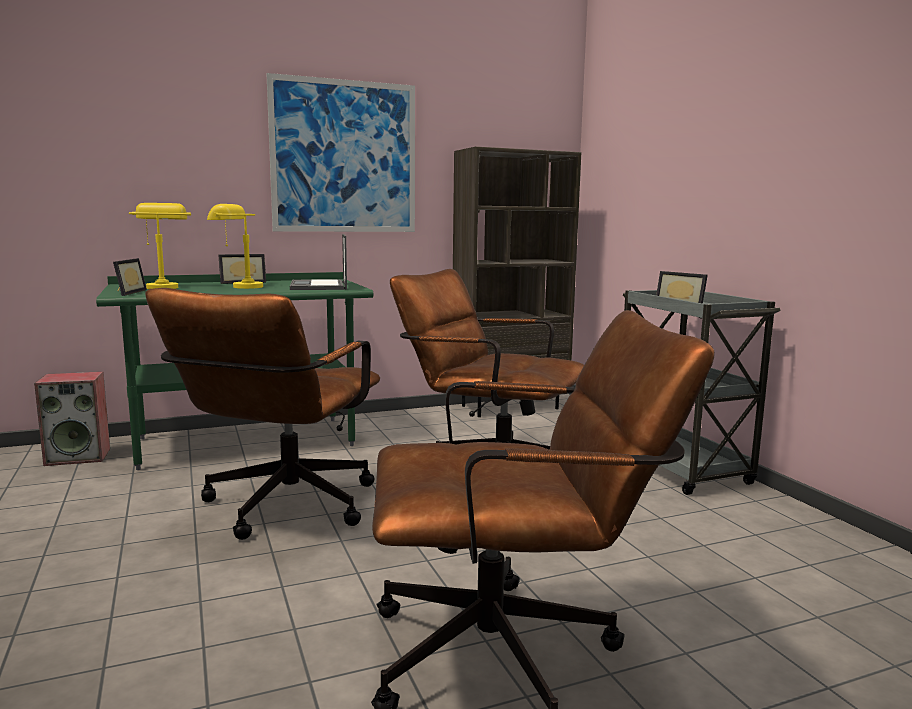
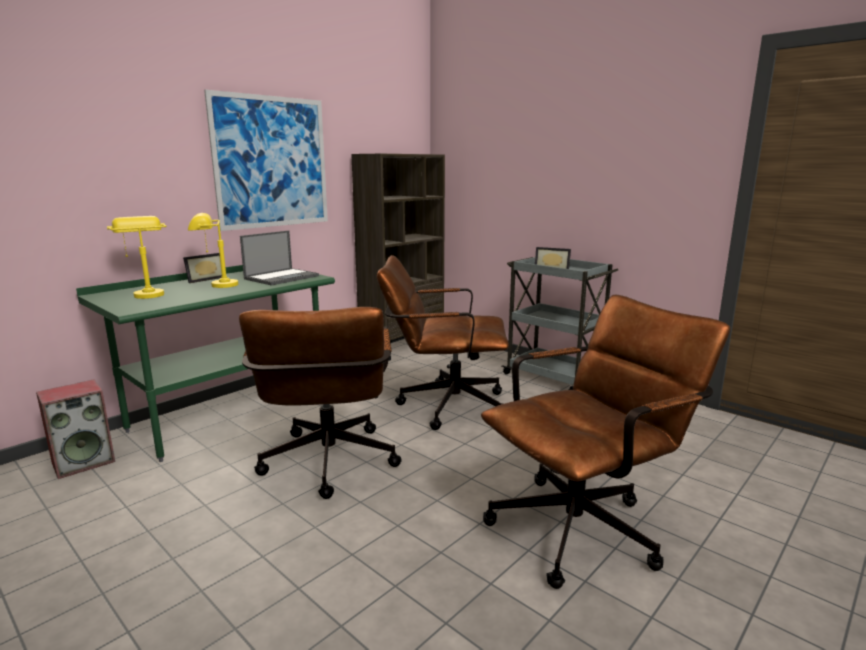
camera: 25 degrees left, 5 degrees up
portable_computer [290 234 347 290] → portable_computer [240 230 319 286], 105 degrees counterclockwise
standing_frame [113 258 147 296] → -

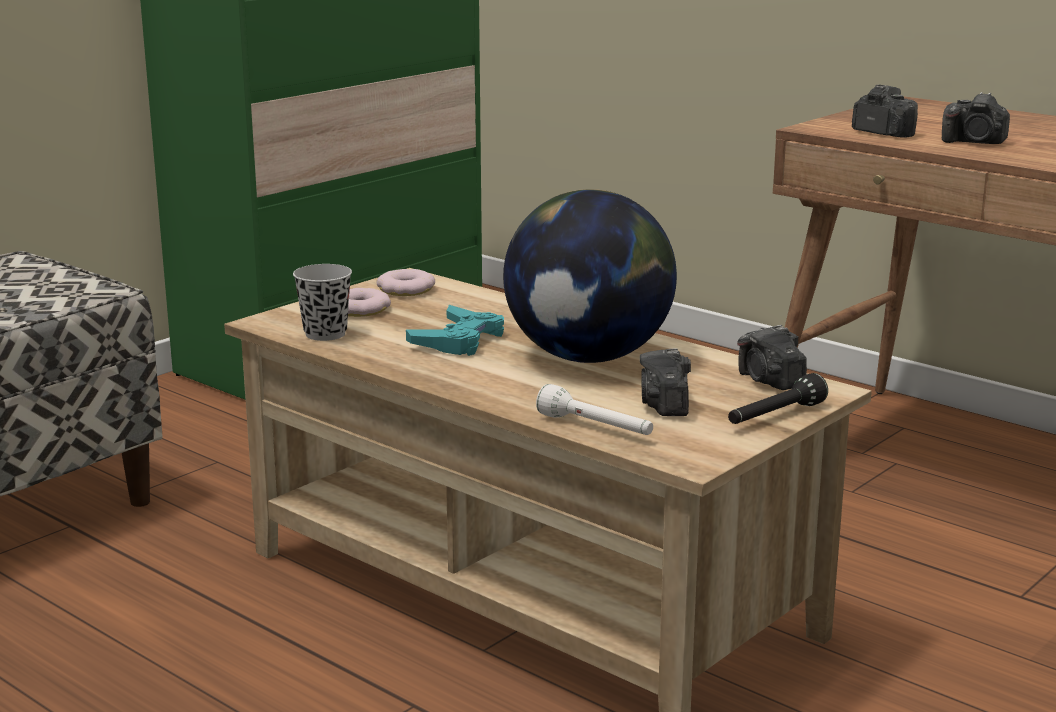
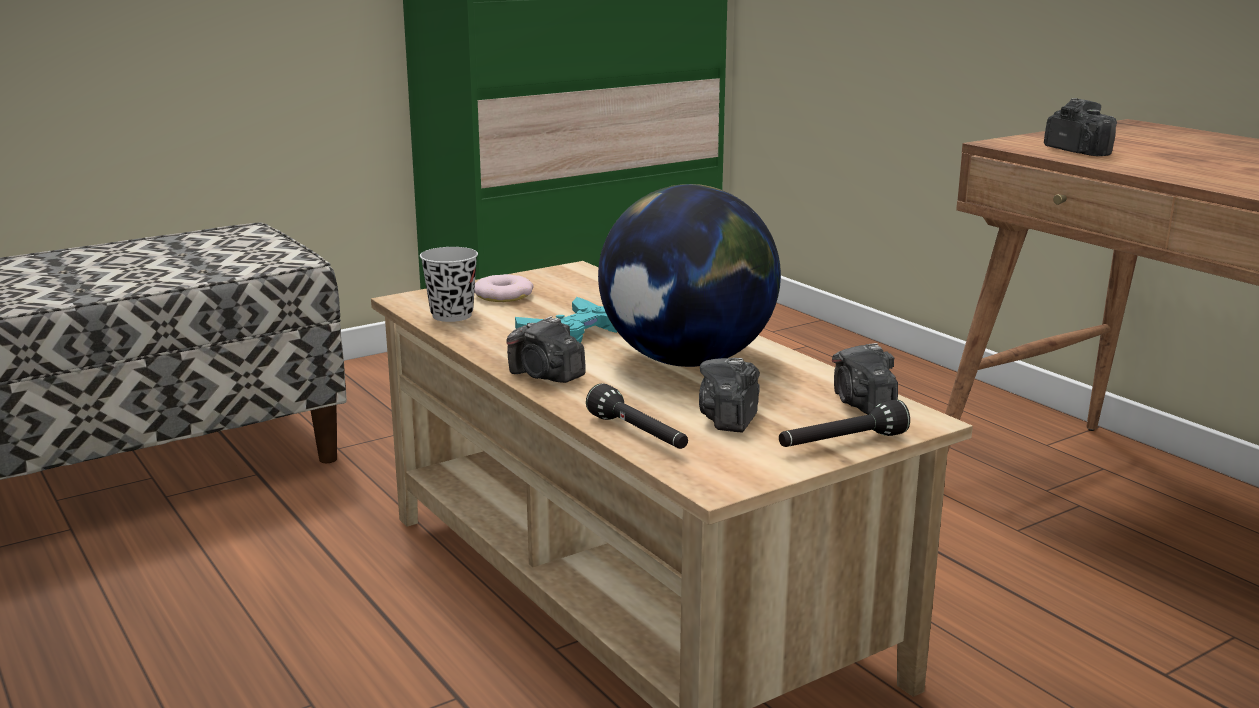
camera: 15 degrees right, 0 degrees up
photo_camera [942 92 1010 144] → photo_camera [506 316 586 383], relocated
white_torch [536 384 653 435] → blackish_torch [586 383 688 449]
ring_doughnut [376 269 435 296] → -

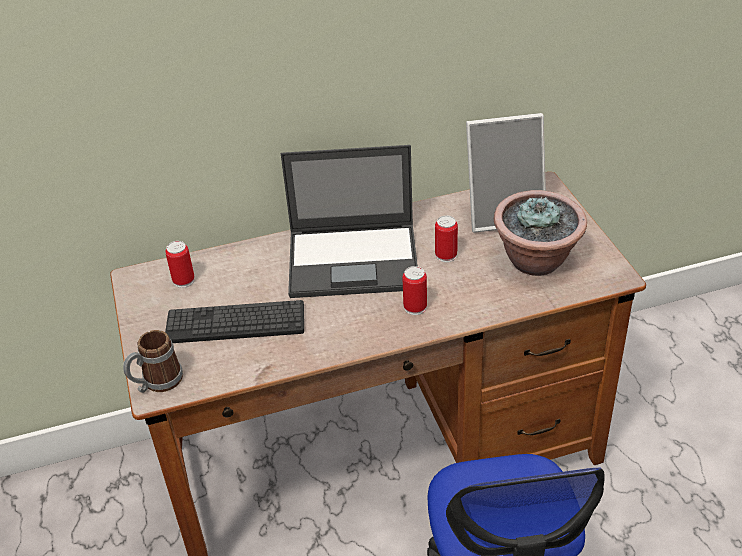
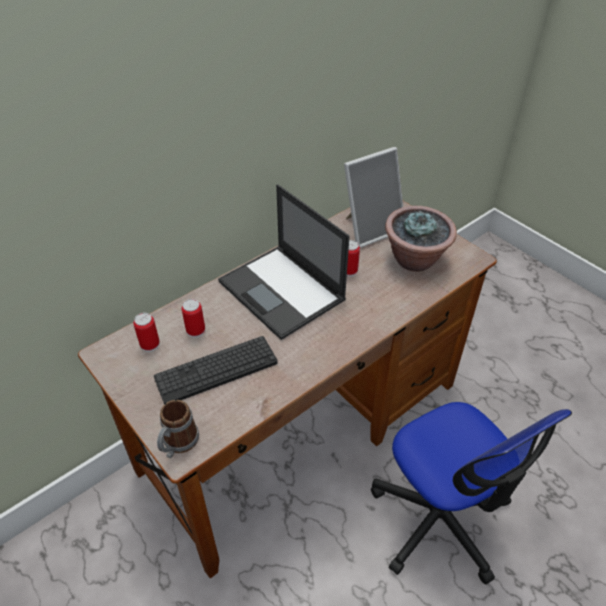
camera: 25 degrees left, 5 degrees up
can [402 266 427 315] → can [182 299 205 338], relocated
portable_computer [281 145 418 298] → portable_computer [218 184 350 340], 75 degrees clockwise

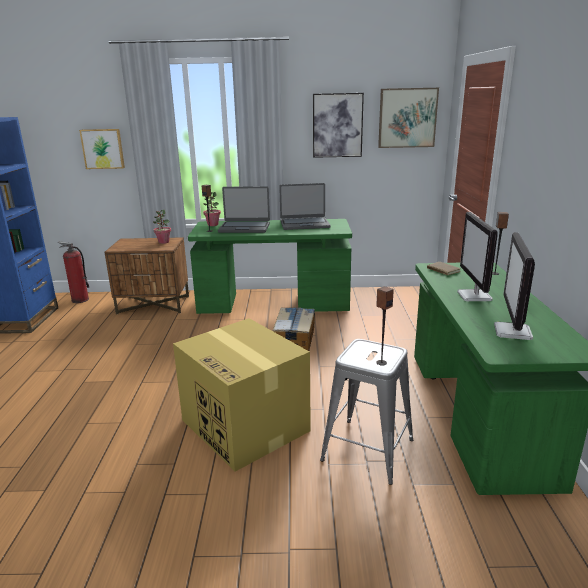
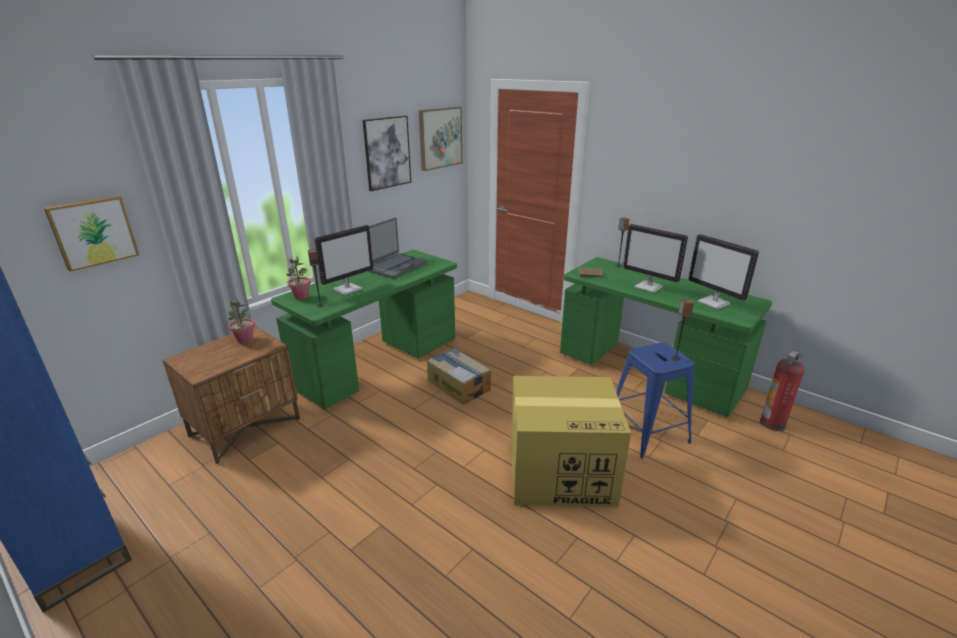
camera: 50 degrees left, 5 degrees up
portable_computer [218 186 270 233] → monitor [315 225 374 295]
grey_stool_seat [320 339 413 485] → blue-coloured_stool_seat [617 342 695 459]
extinguisher [58 241 89 303] → extinguisher [760 351 804 431], relocated

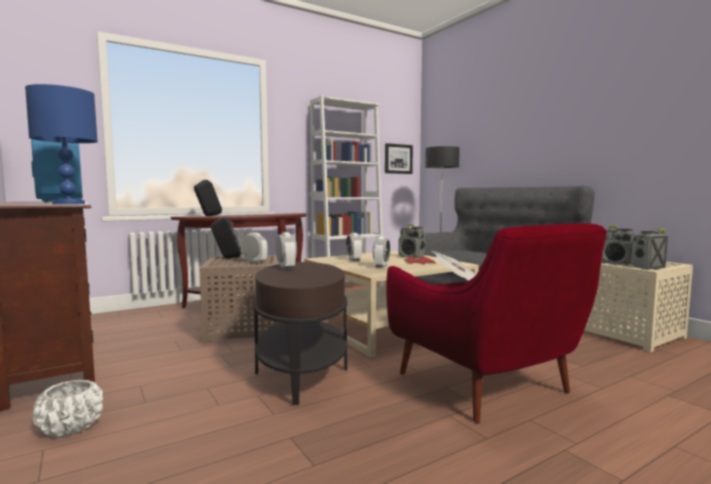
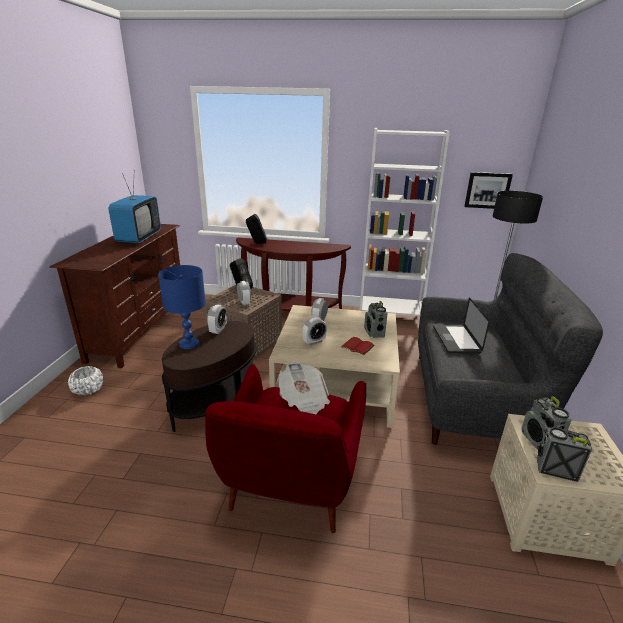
camera: 40 degrees right, 20 degrees up
blue-coloured_table_lamp [25 84 98 204] → blue-coloured_table_lamp [158 265 206 349], relocated
- → portable_computer [433 297 490 354]

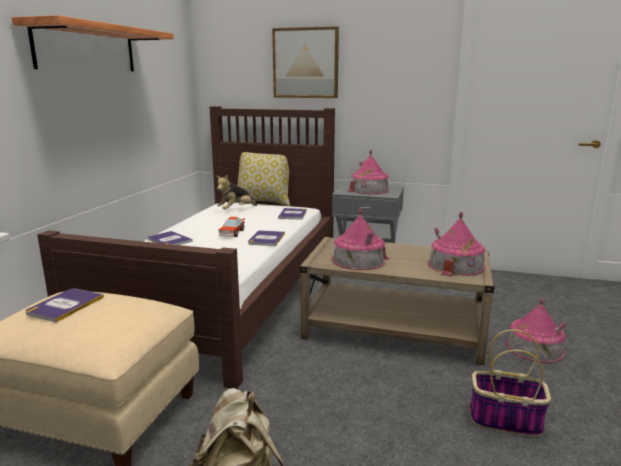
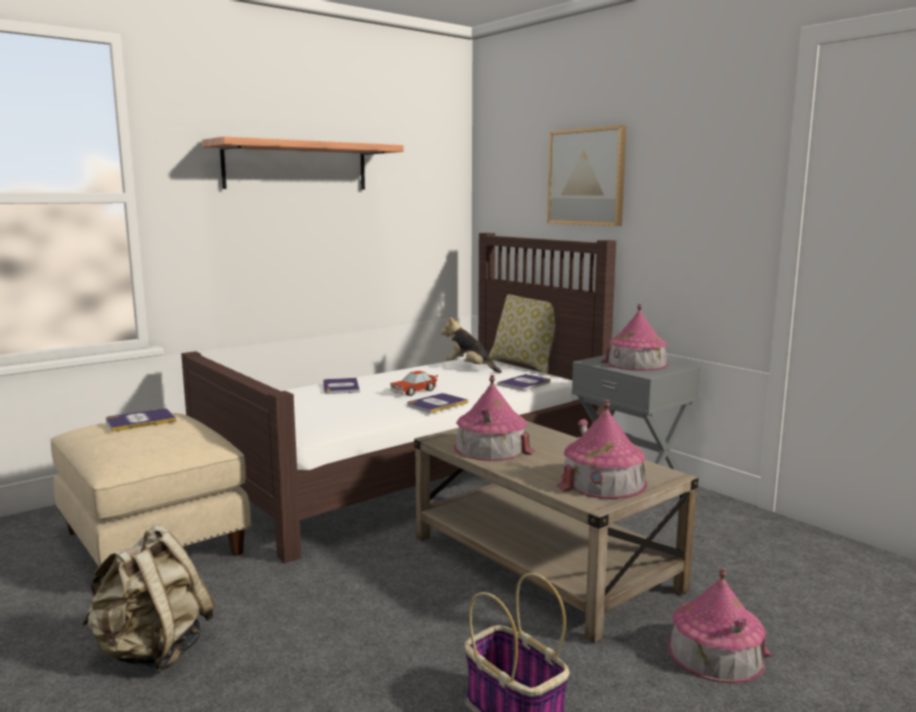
camera: 35 degrees right, 5 degrees down
plush_toy [216 175 257 209] → plush_toy [441 316 502 373], 45 degrees clockwise

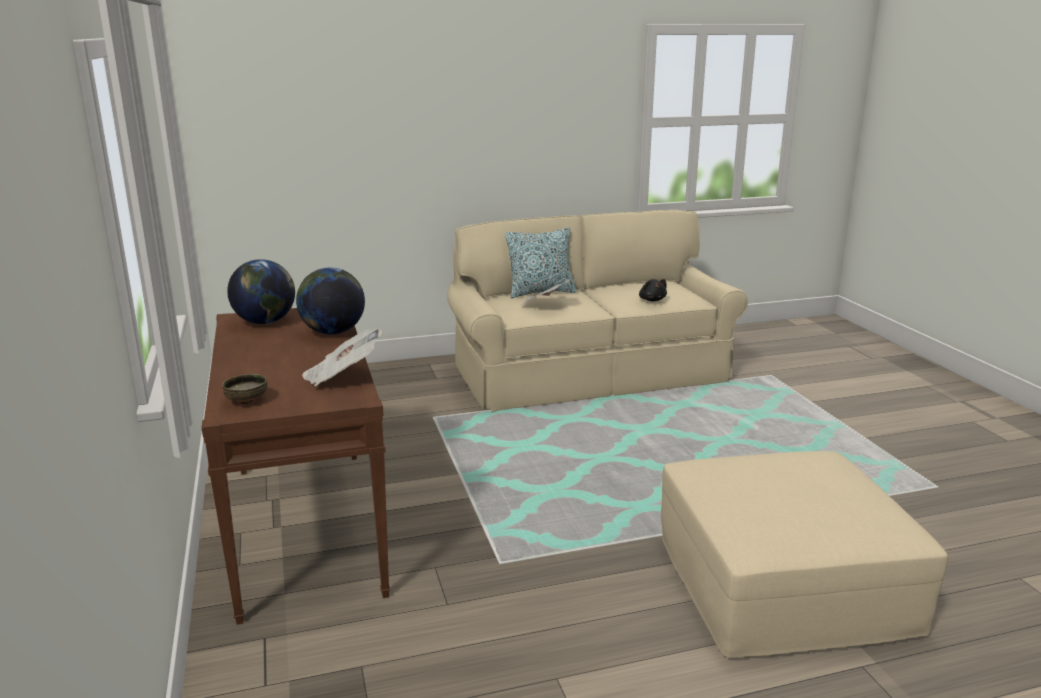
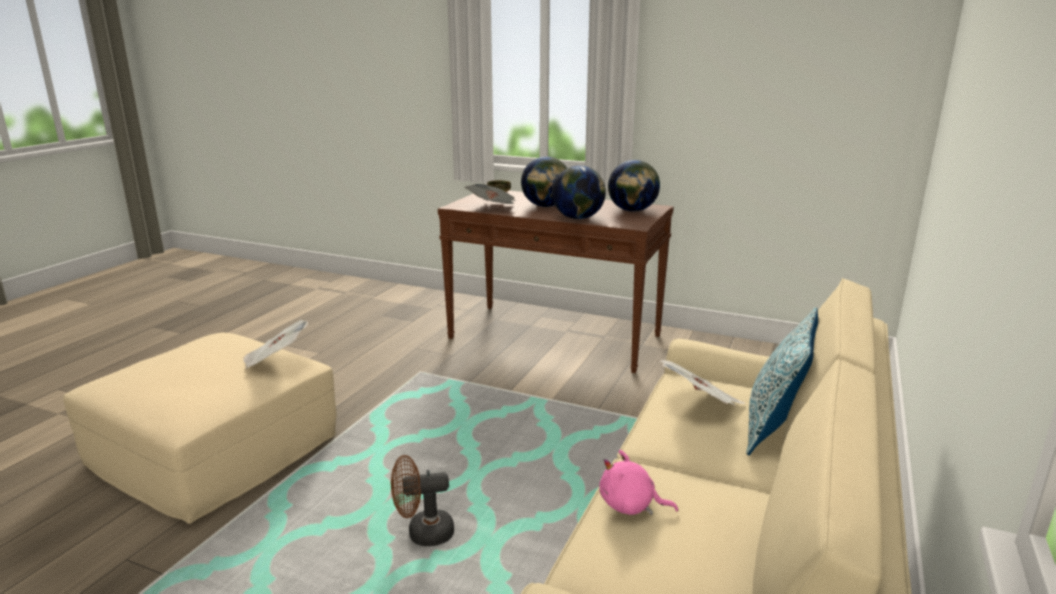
camera: 130 degrees right, 0 degrees up
- → printed_paper [243 320 308 369]
- → brown-coloured_cooling_fan [391 455 454 546]
- → world_globe [521 156 567 207]
blackish_plush_toy [639 279 667 301] → pink_plush_toy [599 450 678 515]

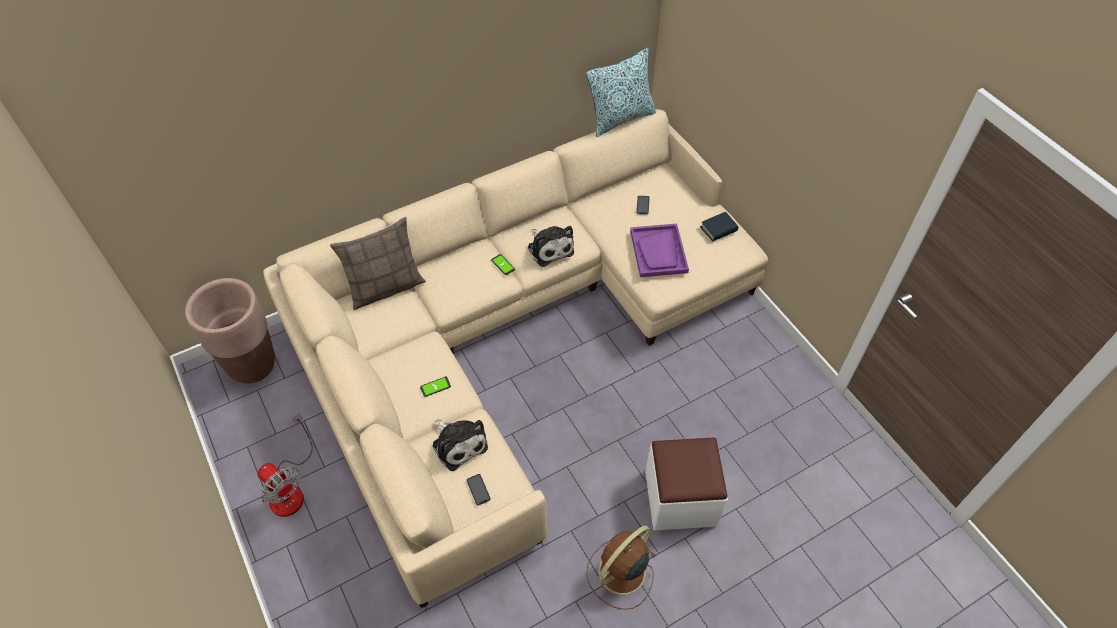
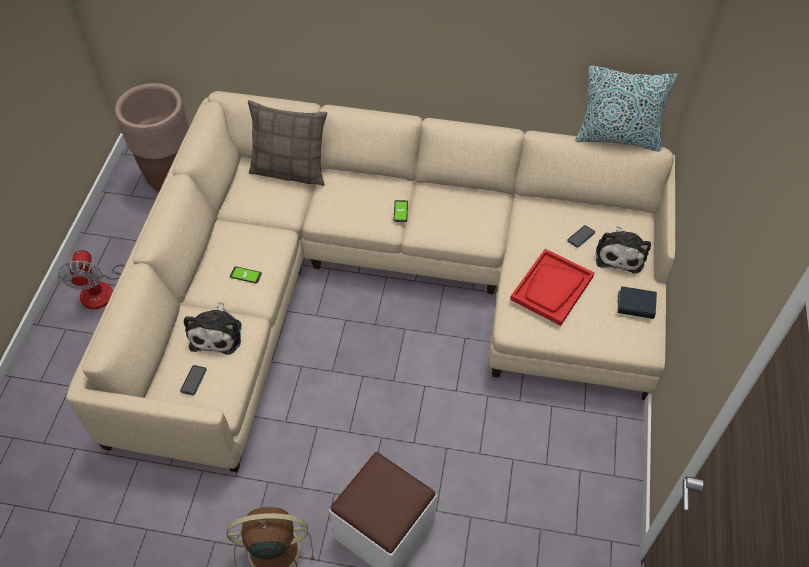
camera: 40 degrees right, 0 degrees up
purplish_carrying_tray [630 224 689 277] → reddish_carrying_tray [510 249 594 326]
plush_toy [528 226 574 267] → plush_toy [595 226 651 274], relocated

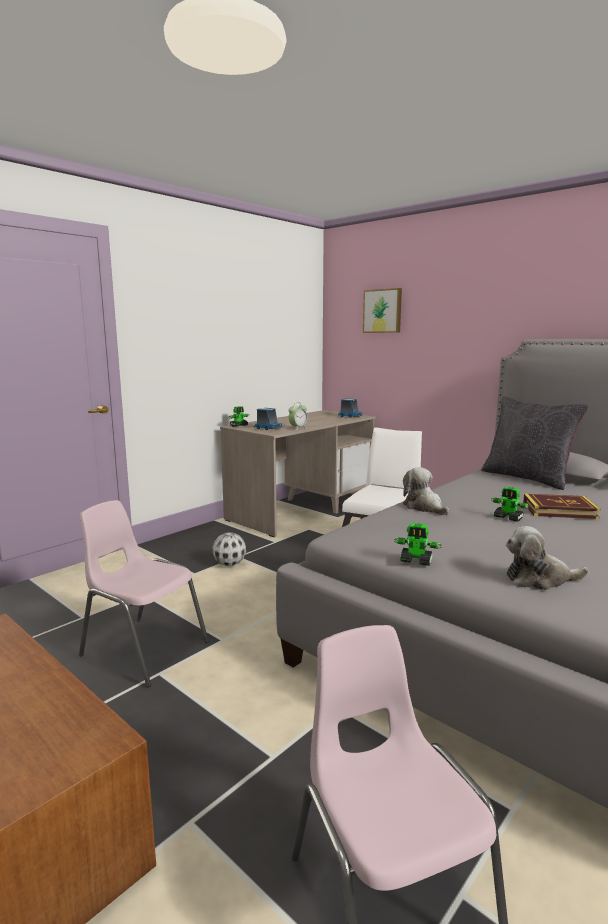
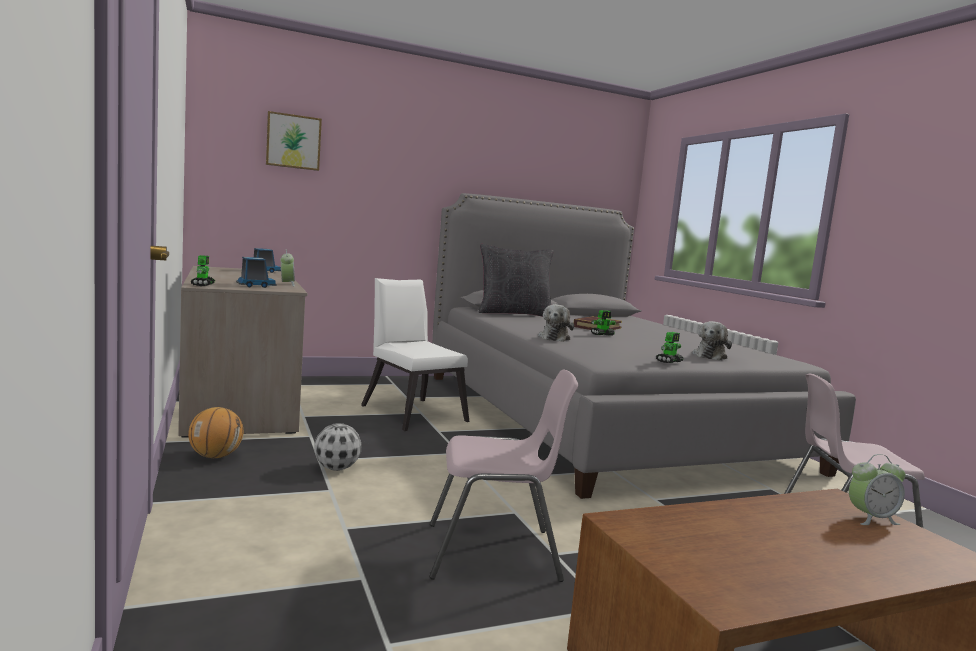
camera: 65 degrees left, 5 degrees down
- → basketball_ball [188 407 243 458]
pink_upright_chair [79 500 209 687] → pink_upright_chair [429 369 578 582], 150 degrees counterclockwise
plush_toy [403 467 449 515] → plush_toy [538 304 574 342], 75 degrees counterclockwise
- → table_clock [849 454 905 525]

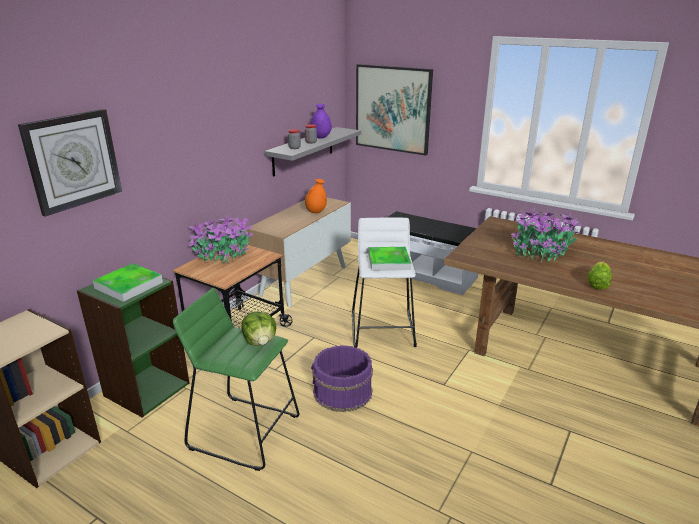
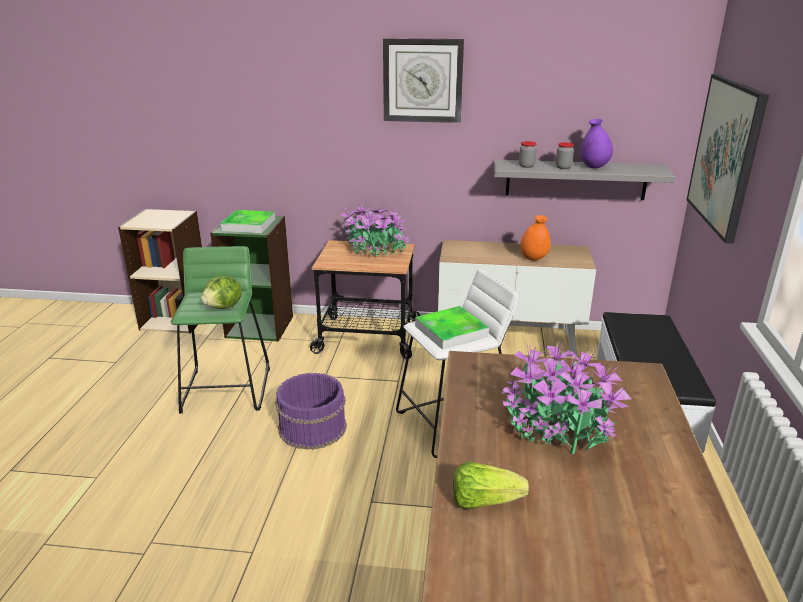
camera: 65 degrees right, 0 degrees up
wall_clock [18 109 122 217] → wall_clock [383 38 464 123], relocated

